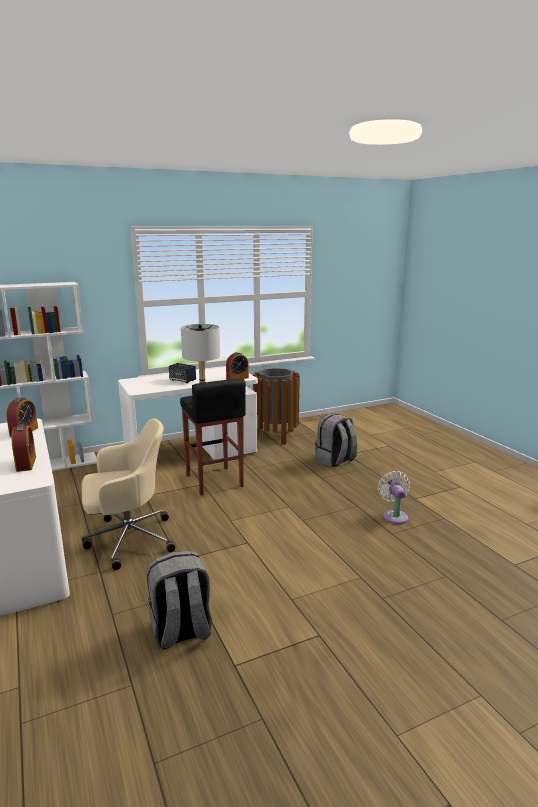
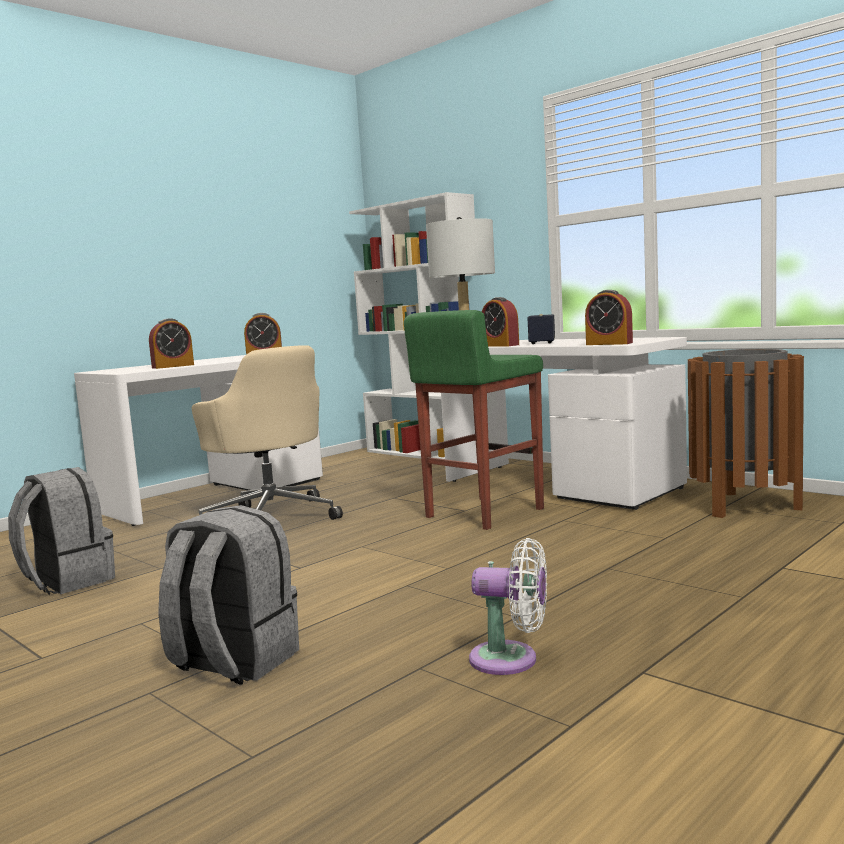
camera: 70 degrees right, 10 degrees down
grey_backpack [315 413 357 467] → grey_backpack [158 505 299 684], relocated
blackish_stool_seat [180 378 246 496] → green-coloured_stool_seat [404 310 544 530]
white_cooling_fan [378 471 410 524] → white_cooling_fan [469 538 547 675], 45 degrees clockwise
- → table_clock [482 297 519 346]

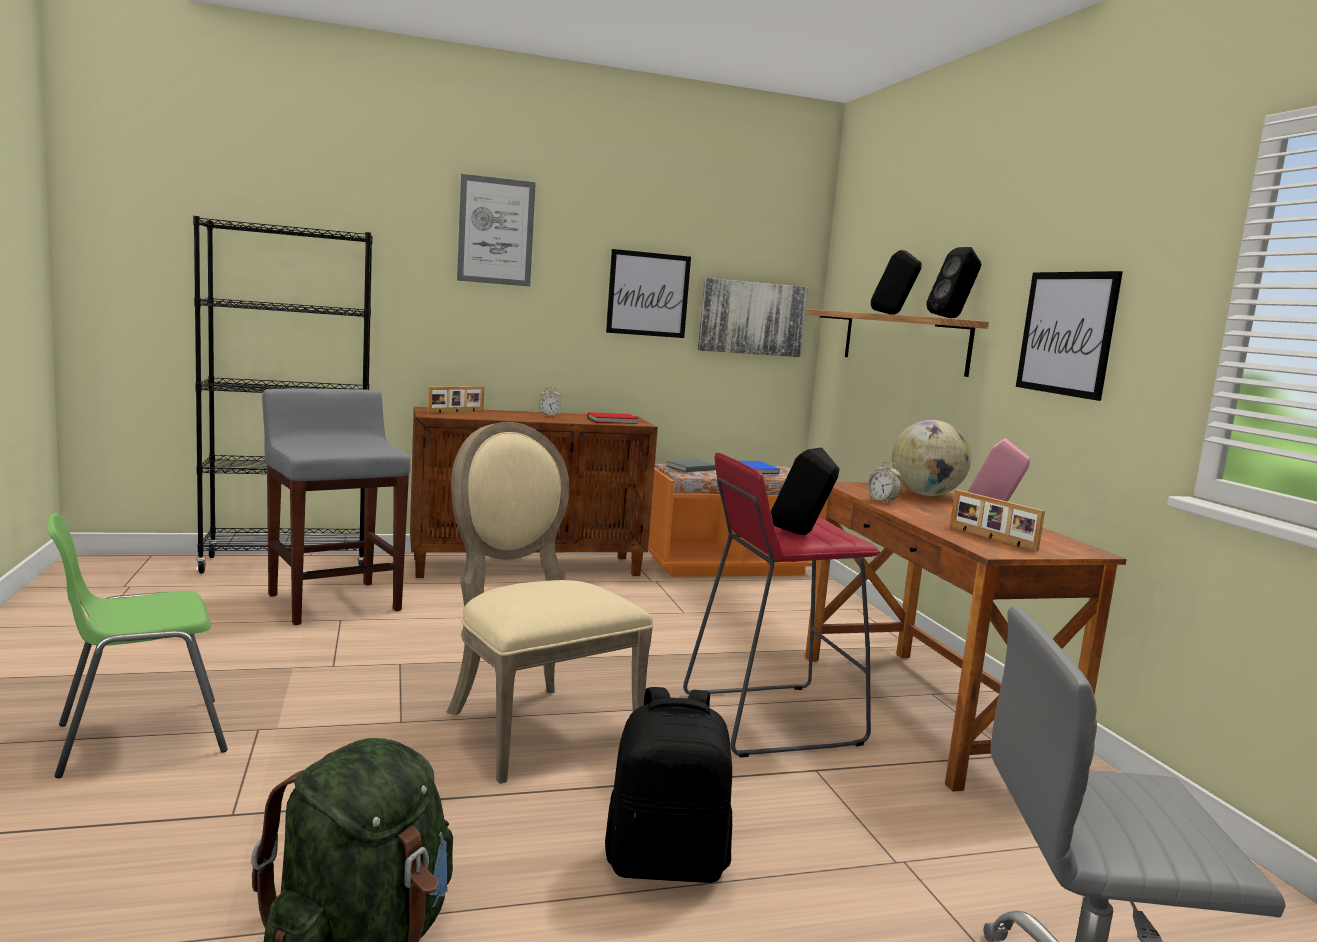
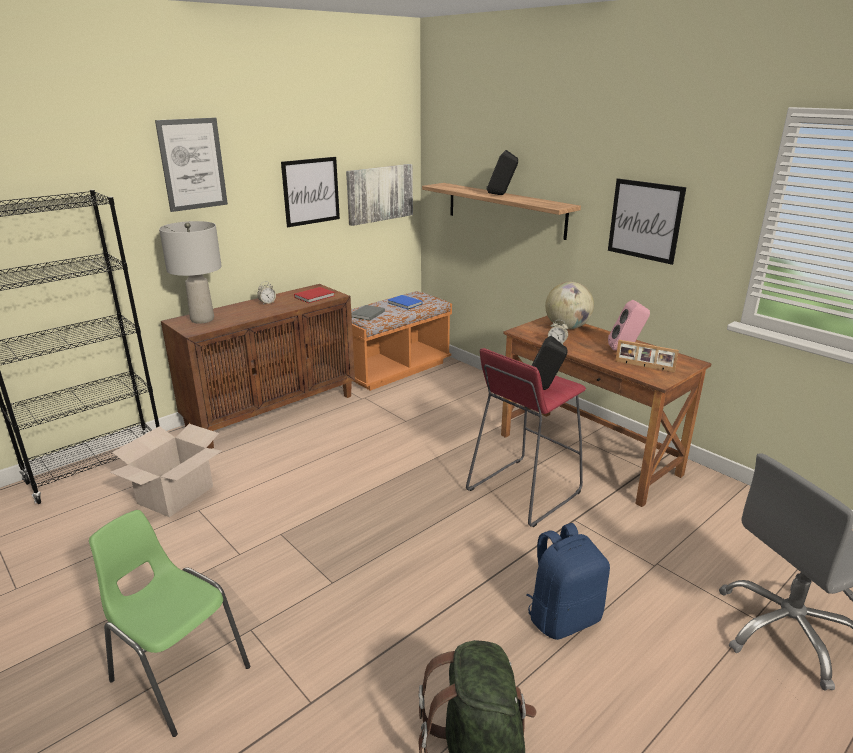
camera: 25 degrees left, 15 degrees up
green-coloured_upright_chair [48 513 228 778] → green-coloured_upright_chair [89 510 250 737], 90 degrees clockwise
grey_stool_seat [262 389 411 625] → carton [109 424 222 517]
standing_frame [428 386 484 413] → grey_table_lamp [159 221 222 324]
blackish_backpack [605 687 732 883] → blue-coloured_backpack [527 523 610 640]
beige-coloured_upright_chair [447 422 654 784] → -
blackish_loudspeaker [926 247 981 318] → -

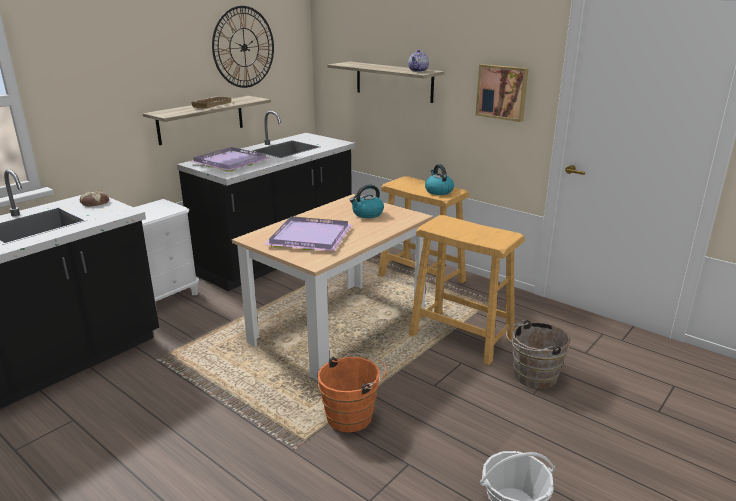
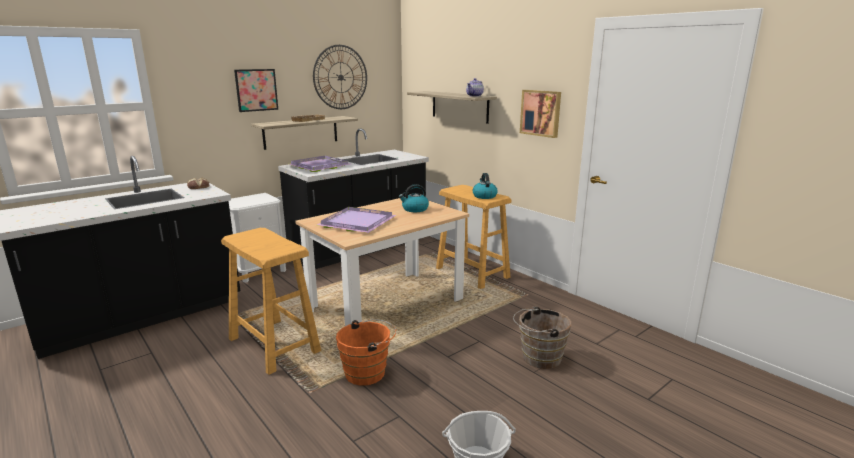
camera: 10 degrees right, 5 degrees down
beige-coloured_stool_seat [409 215 525 365] → beige-coloured_stool_seat [221 228 321 375], relocated
- → wall_art [234 69 278 112]

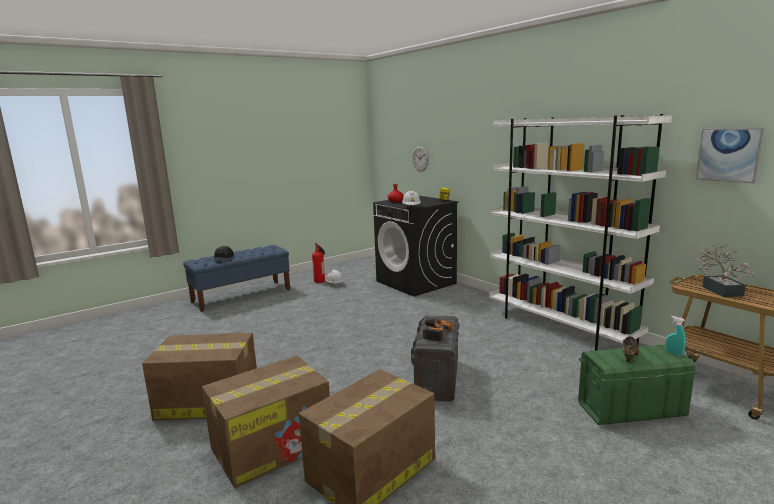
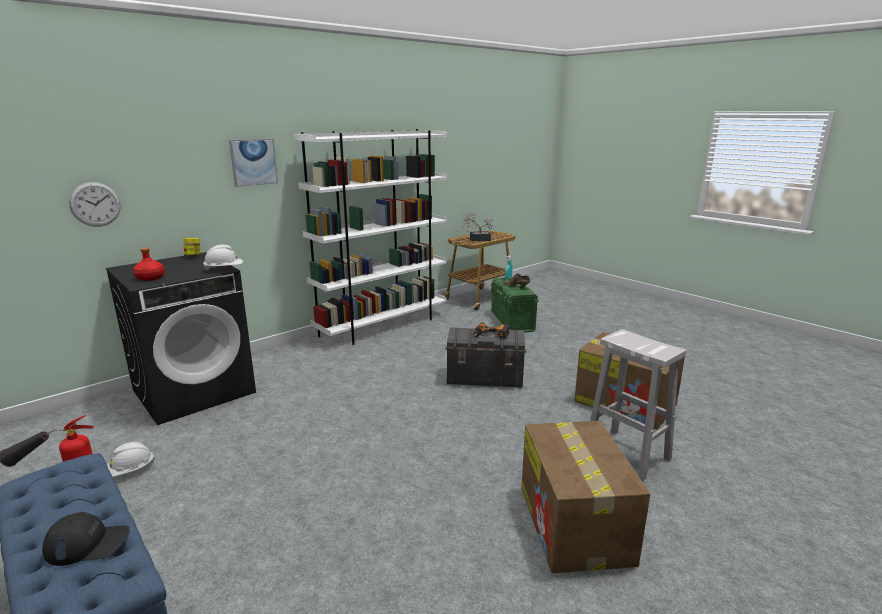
camera: 95 degrees left, 5 degrees up
wall_art [696 128 764 183] → wall_art [229 139 278 187], relocated
carton [202 356 330 488] → white_stool_seat [590 329 686 481]

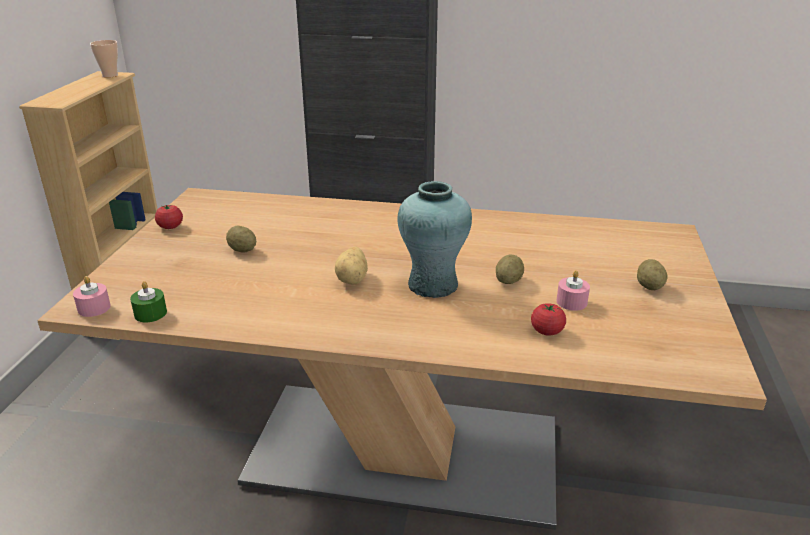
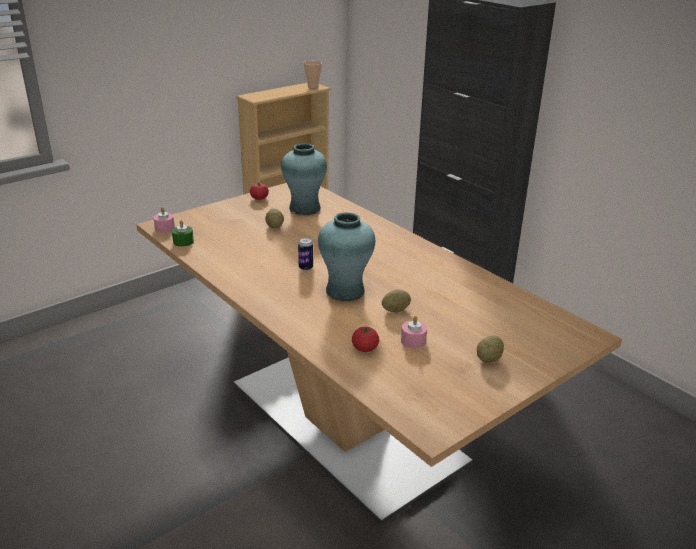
camera: 40 degrees right, 0 degrees up
- → blue-green_decorative_vase [281 143 327 215]
whole_potato [335 246 368 284] → can [298 238 313 271]

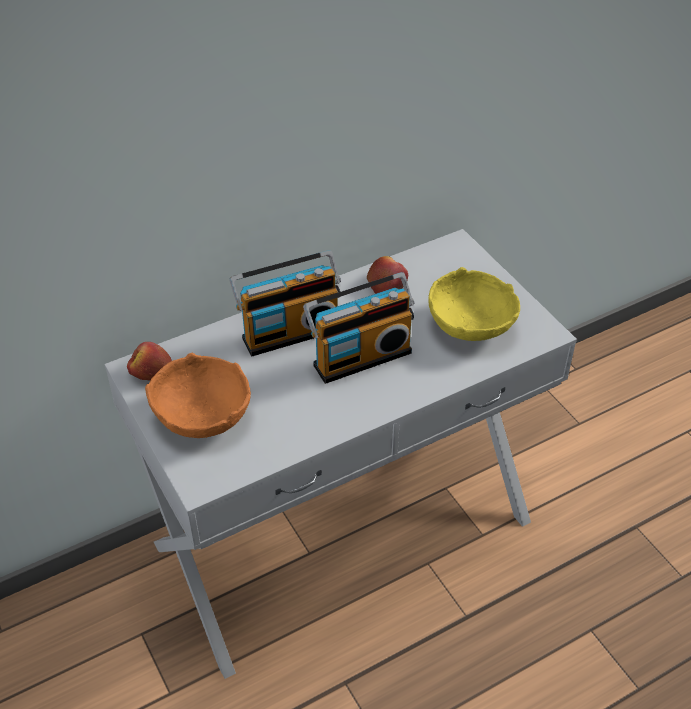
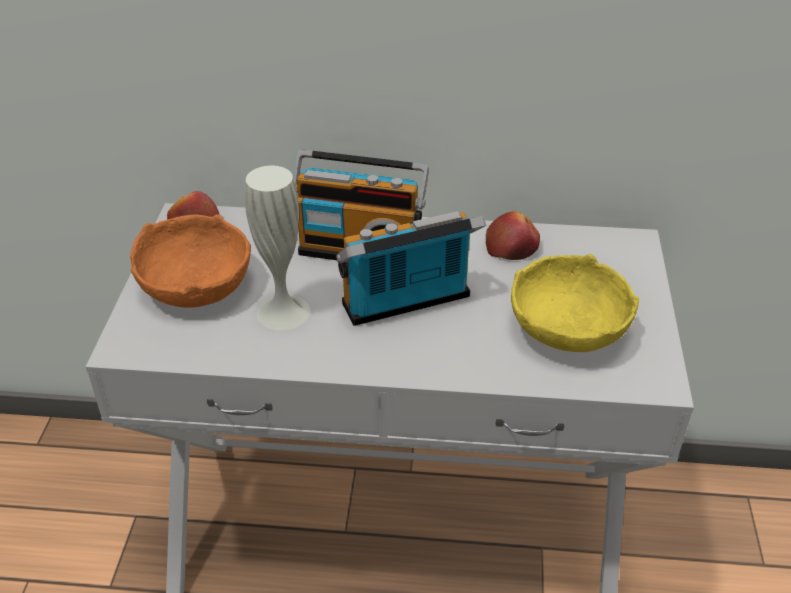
camera: 35 degrees right, 5 degrees down
- → white_decorative_vase [245 165 310 330]
radio_receiver [303 272 414 384] → radio_receiver [336 211 487 326], 150 degrees clockwise

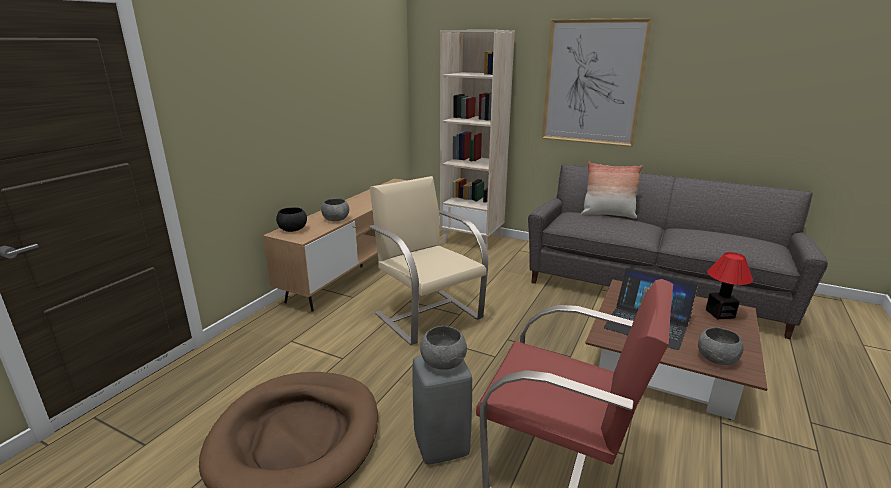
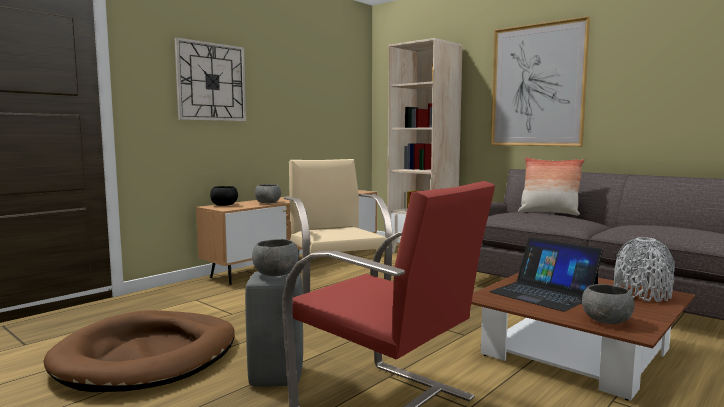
camera: 15 degrees right, 15 degrees down
- → wall_clock [175 37 246 121]
table_lamp [706 252 753 320] → grey_decorative_vase [614 237 675 302]

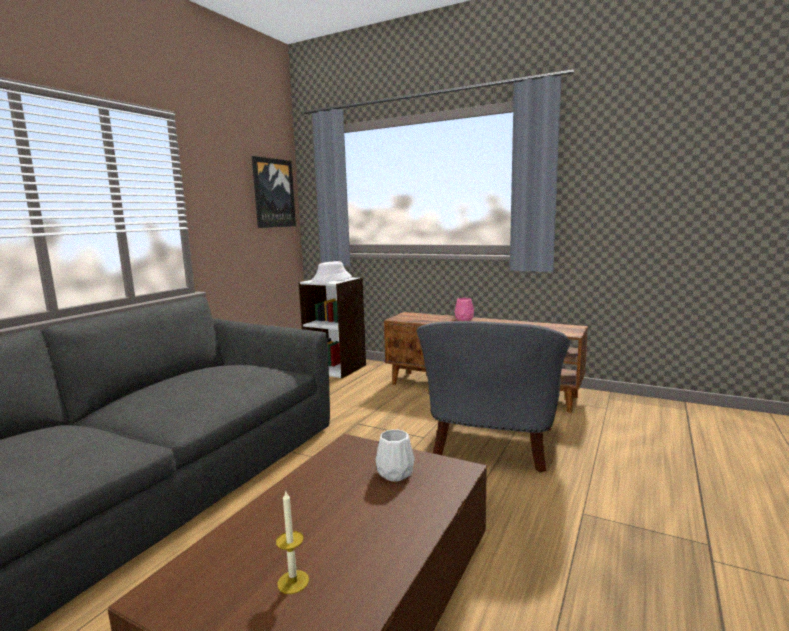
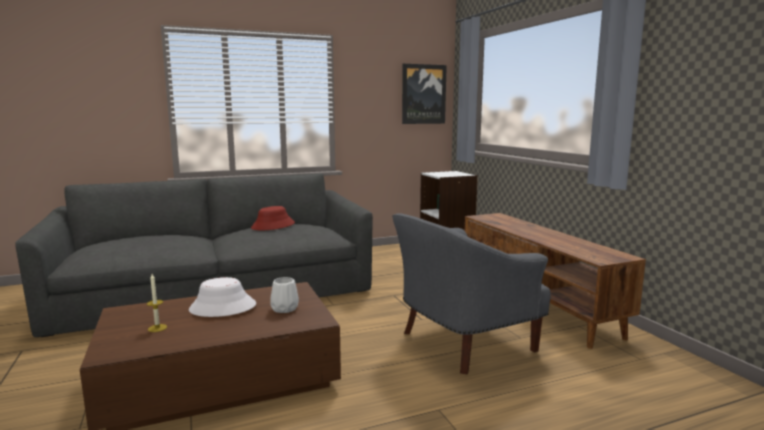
camera: 40 degrees right, 0 degrees up
white_wearable_hat [311 261 352 282] → white_wearable_hat [189 277 256 317], relocated
- → reddish_wearable_hat [251 206 295 230]
pink_decorative_vase [455 298 474 321] → -

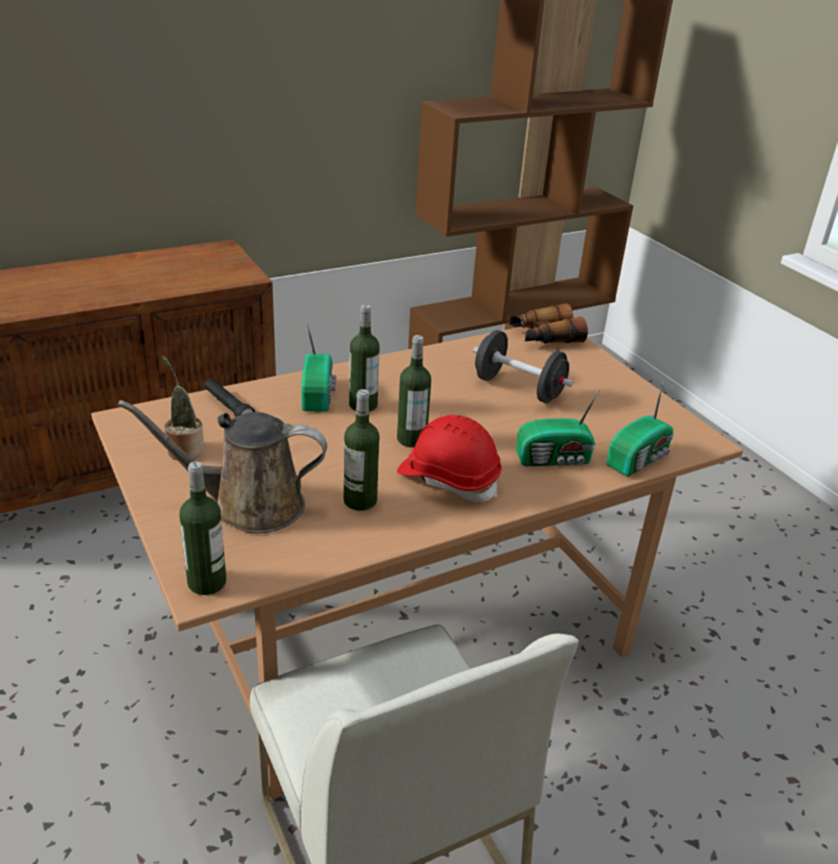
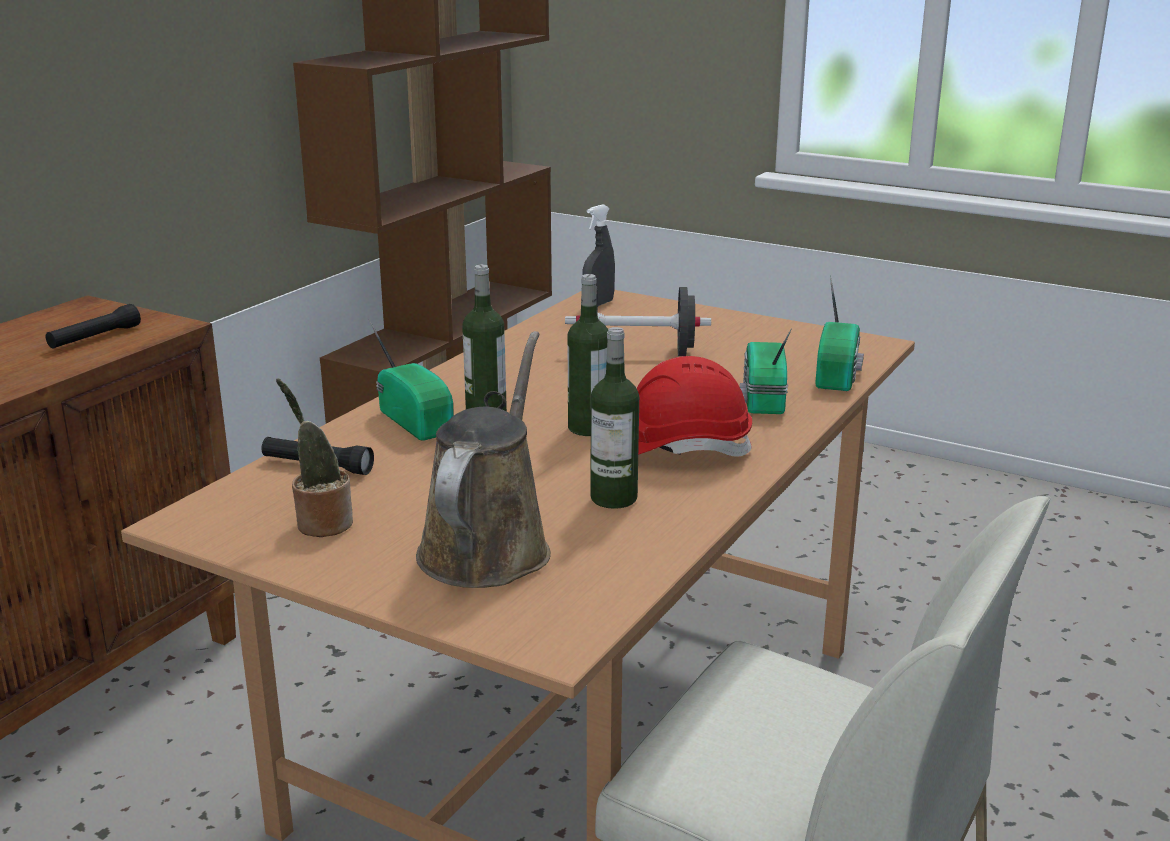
camera: 30 degrees left, 10 degrees down
- → blackish_torch [46 304 141 348]
brown-coloured_sprinkling_can [118 400 327 533] → brown-coloured_sprinkling_can [416 331 551 588], 135 degrees clockwise
binoculars [509 303 588 343] → grey_sprayer [582 204 615 306]
radio_receiver [516 389 600 466] → radio_receiver [740 328 792 414], 135 degrees clockwise
beverage_bottle [179 461 226 595] → -

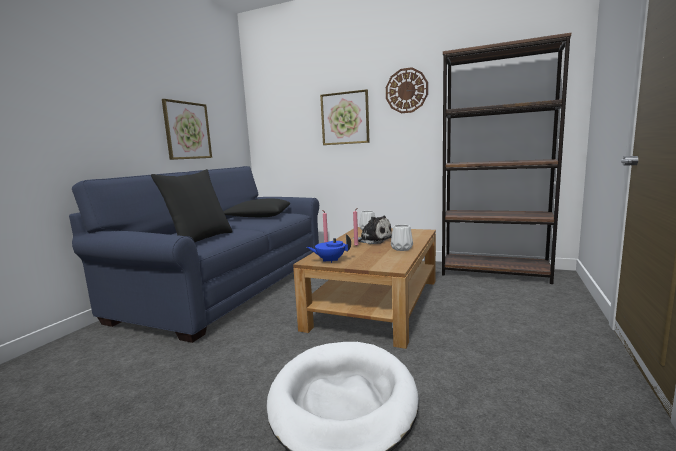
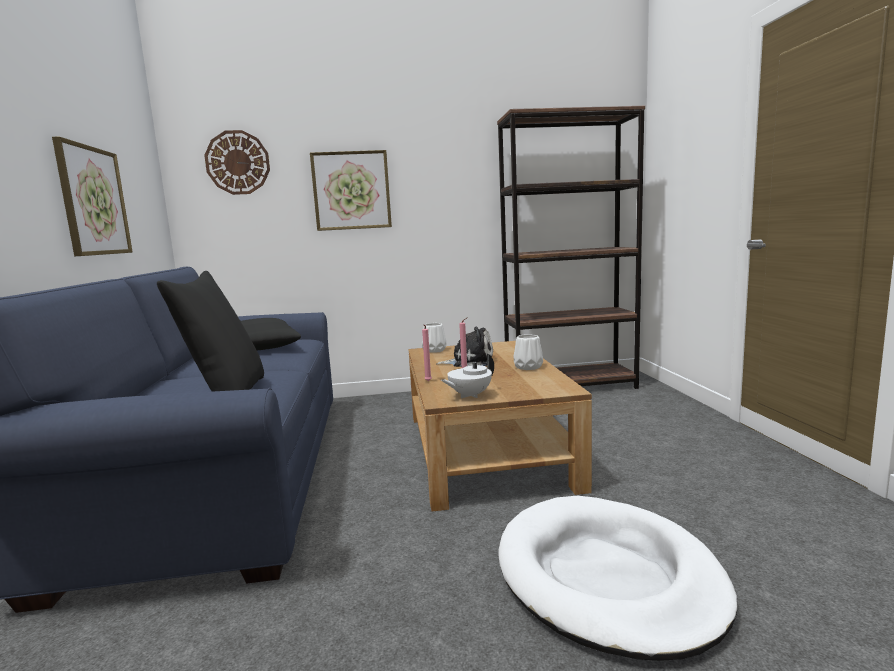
camera: 30 degrees left, 0 degrees up
wall_clock [386 67 428 113] → wall_clock [204 130 270 195], relocated
blue-coloured_pot_for_tea [307 234 351 263] → white_pot_for_tea [441 354 494 398]

